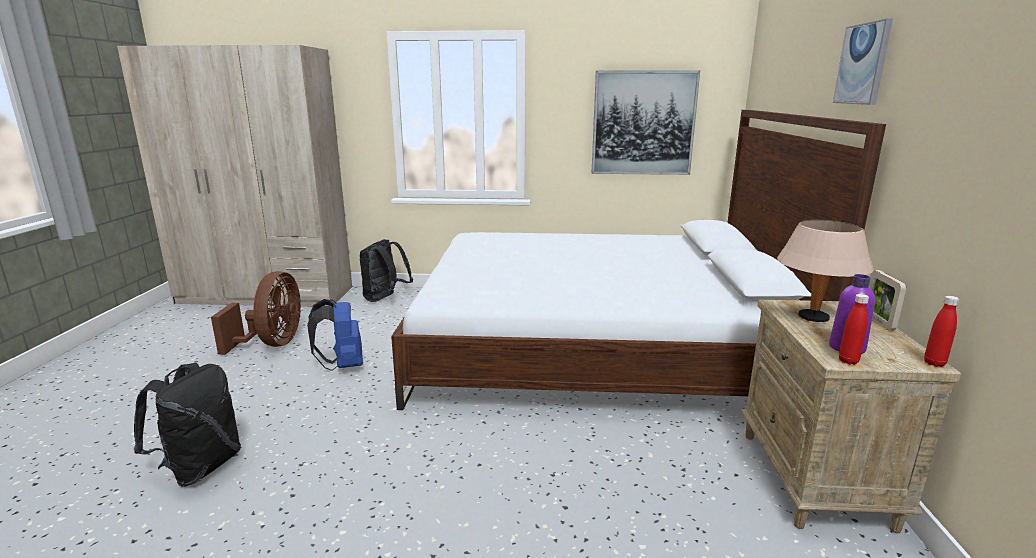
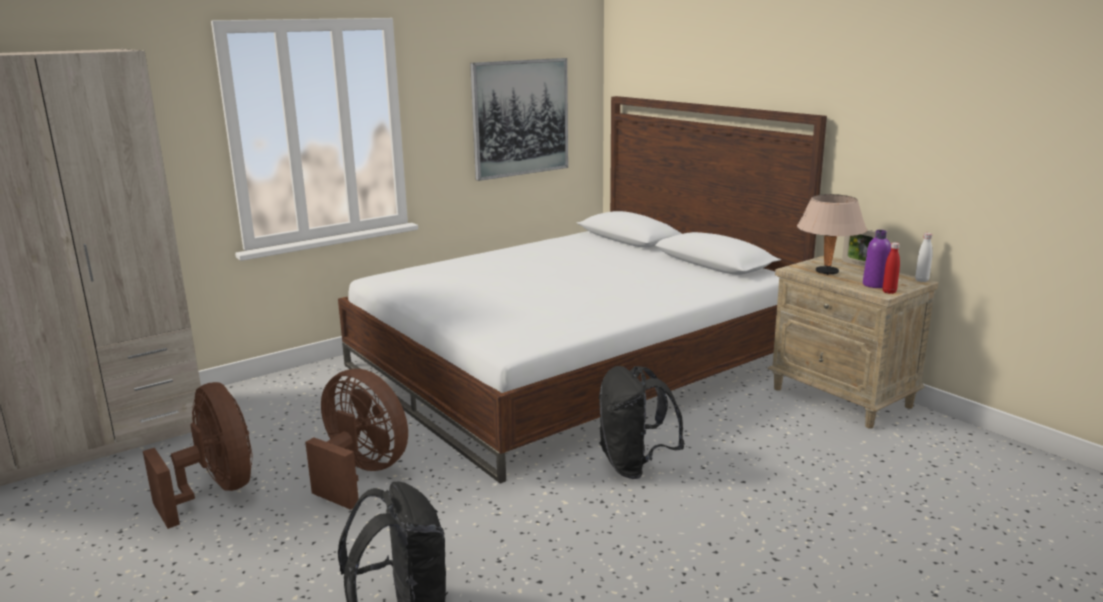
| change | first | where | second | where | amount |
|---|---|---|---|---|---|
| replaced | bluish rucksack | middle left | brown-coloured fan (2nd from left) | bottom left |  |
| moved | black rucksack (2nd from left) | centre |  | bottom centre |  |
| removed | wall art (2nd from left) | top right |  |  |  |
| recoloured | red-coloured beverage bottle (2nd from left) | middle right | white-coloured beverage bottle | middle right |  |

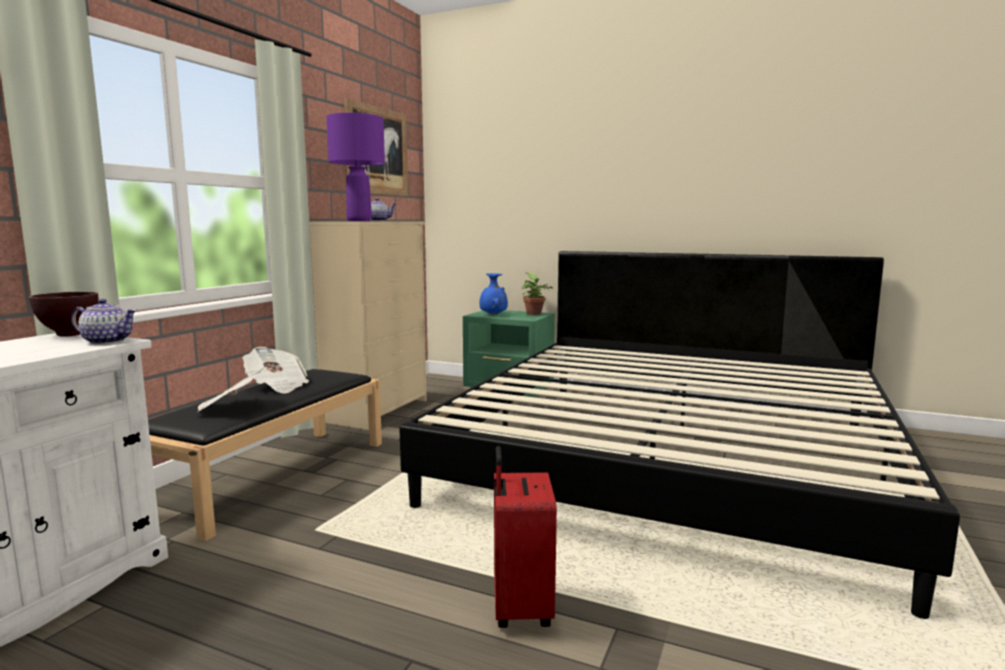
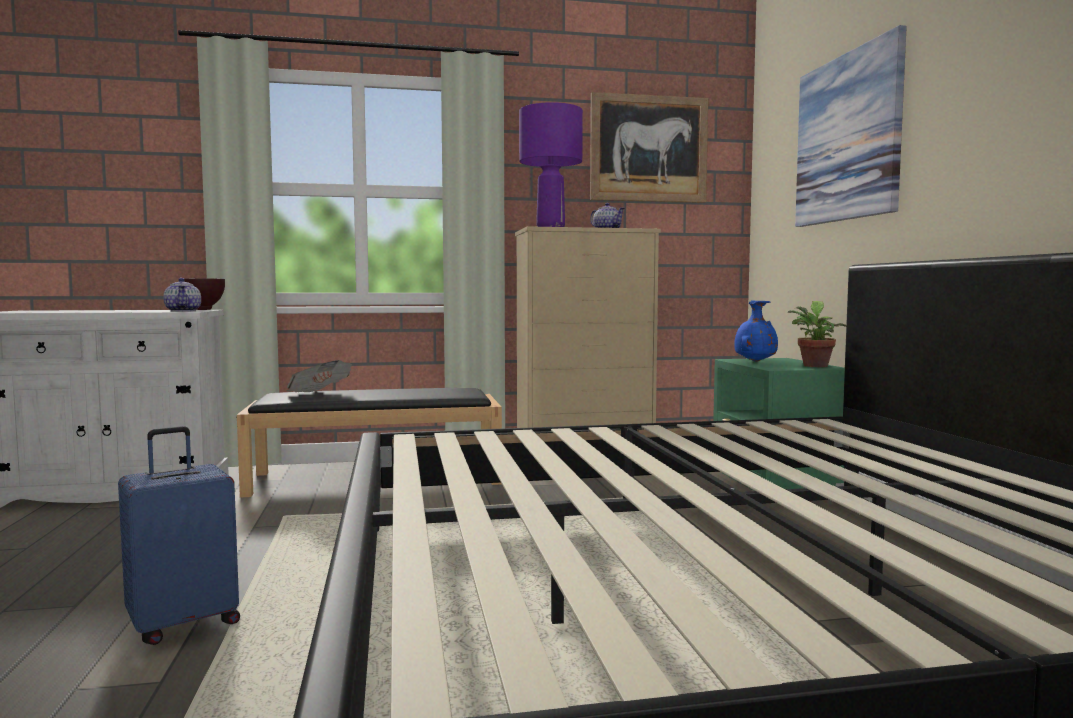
| change | first | where | second | where | amount |
|---|---|---|---|---|---|
| removed | printed paper (2nd from left) | middle left |  |  |  |
| recoloured | red-coloured suitcase | bottom centre | bluish suitcase | bottom left |  |
| added |  |  | wall art (2nd from left) | top right |  |

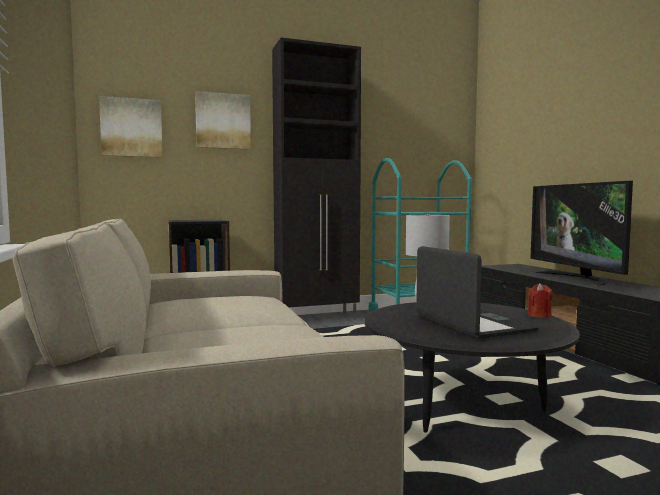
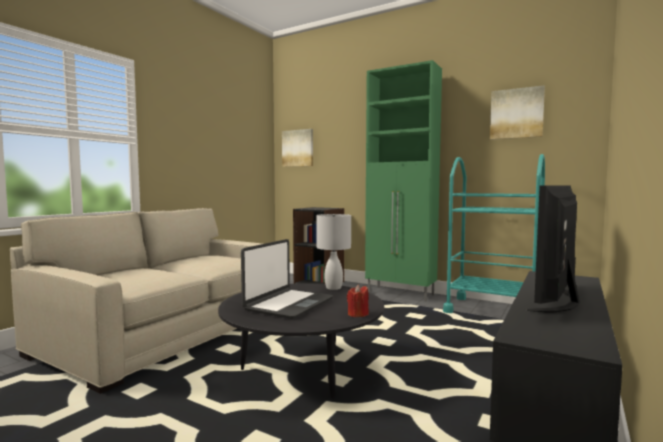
| change | first | where | second | where | amount |
|---|---|---|---|---|---|
| moved | wall art (2nd from left) | top centre |  | top right |  |
| recoloured | black cabinet | centre | green-coloured cabinet | centre |  |

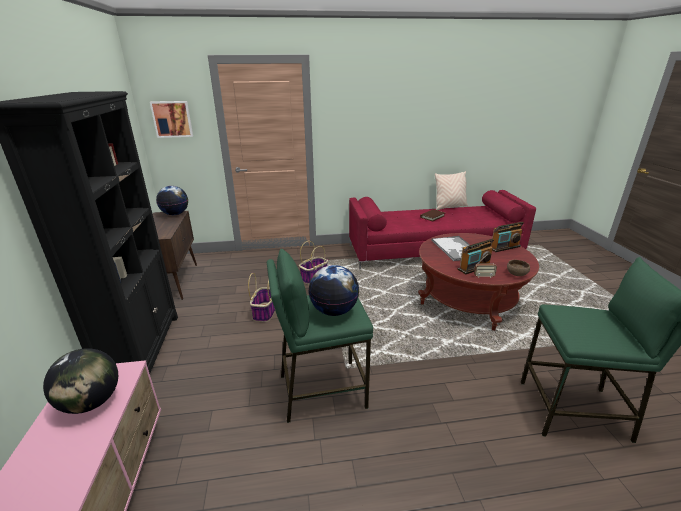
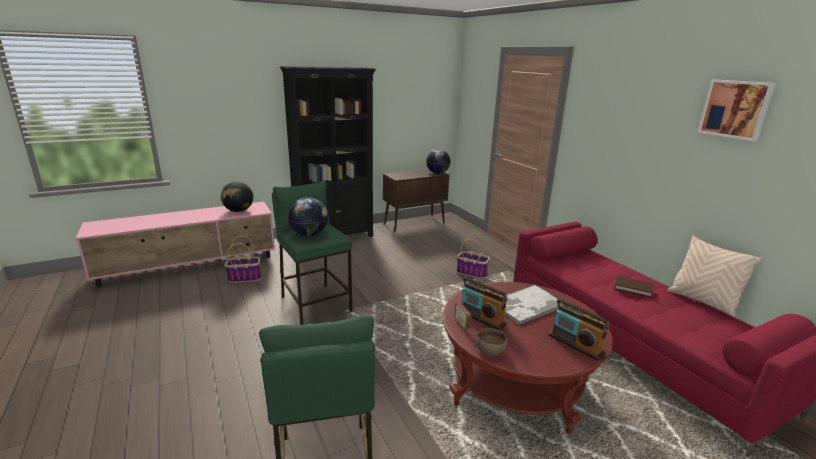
| change | first | where | second | where | amount |
|---|---|---|---|---|---|
| moved | wall art | top left |  | top right |  |
| moved | household basket (1st from left) | centre |  | middle left |  |

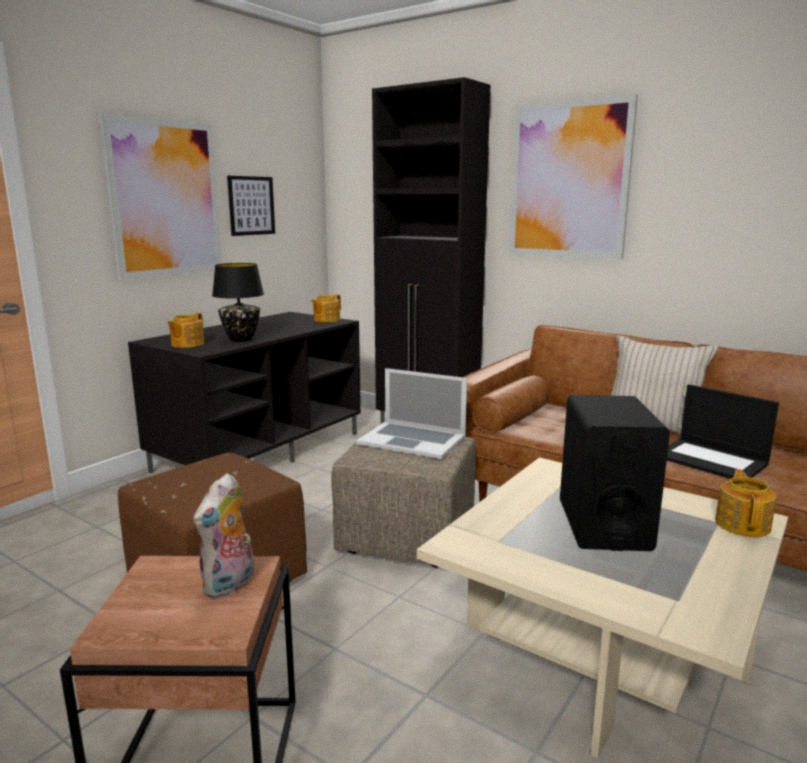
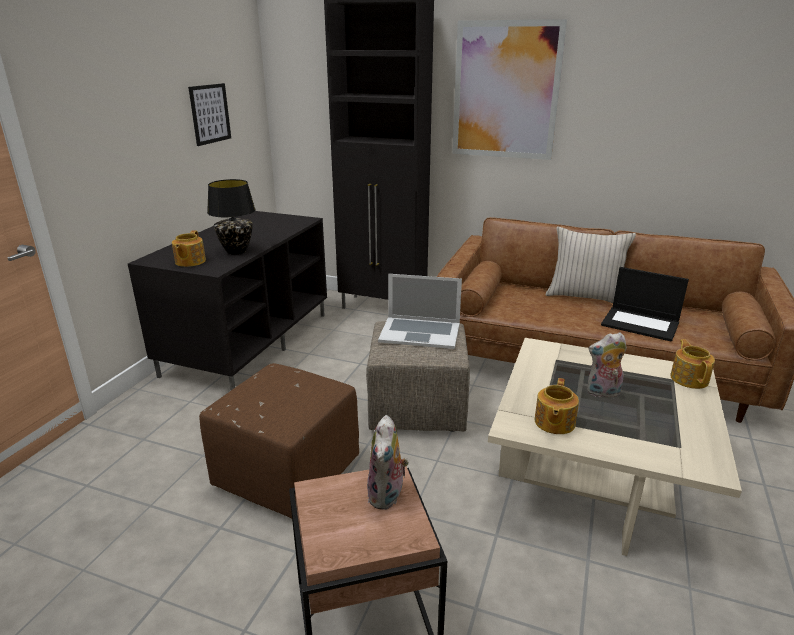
| change | first | where | second | where | amount |
|---|---|---|---|---|---|
| removed | wall art (1st from left) | top left |  |  |  |
| moved | tea pot (2nd from left) | centre |  | middle right |  |
| replaced | black loudspeaker | middle right | plush toy (2nd from left) | middle right |  |

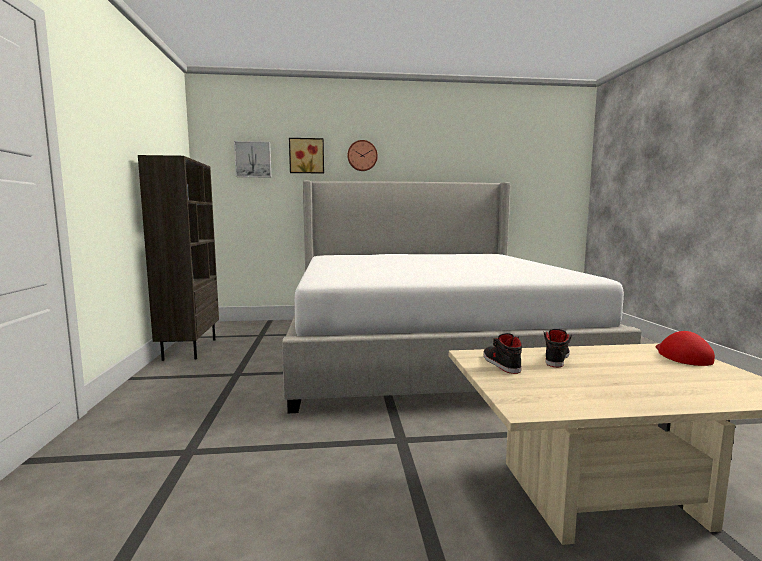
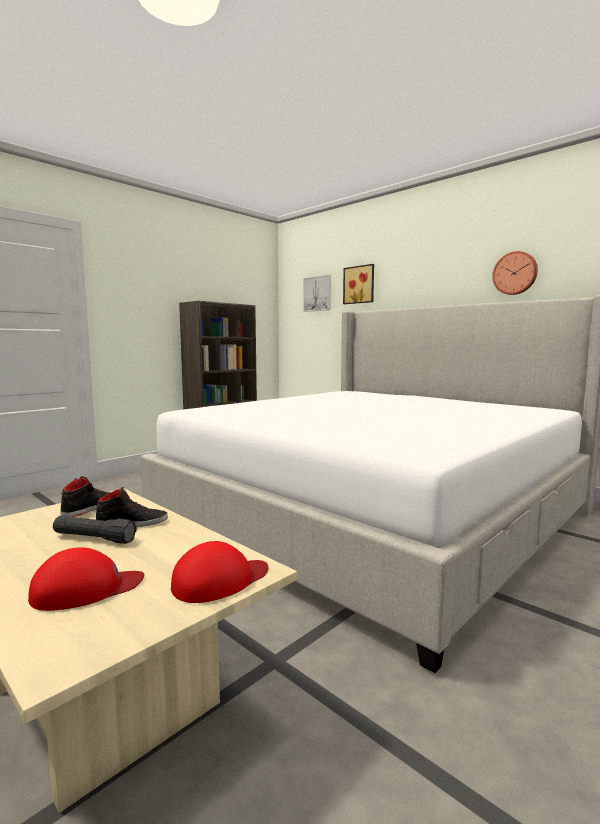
| change | first | where | second | where | amount |
|---|---|---|---|---|---|
| moved | wall clock | top centre |  | top right |  |
| added |  |  | red-coloured cap (1st from left) | bottom left |  |
| added |  |  | black hand torch | middle left |  |

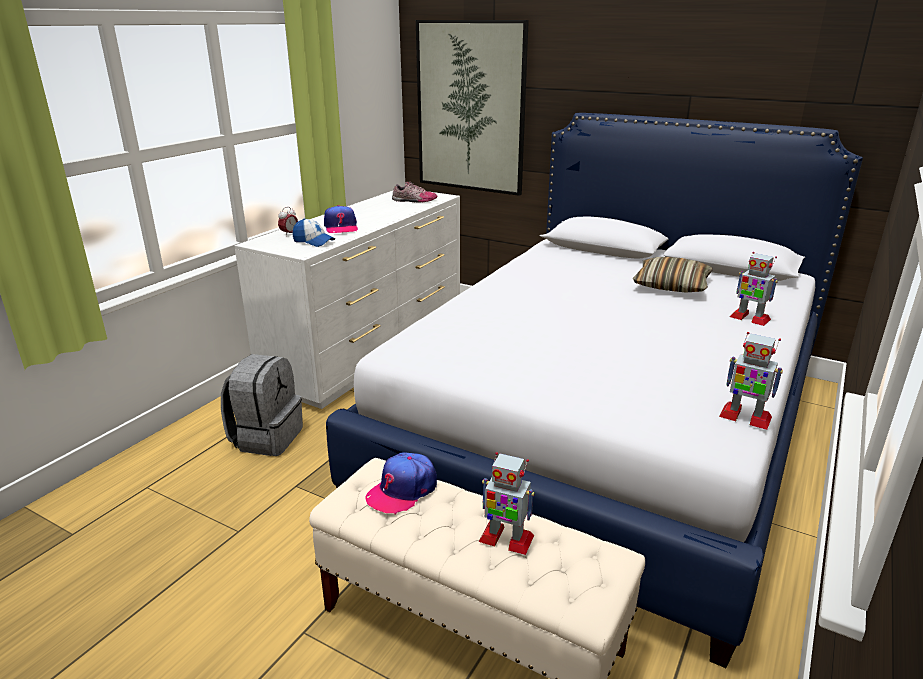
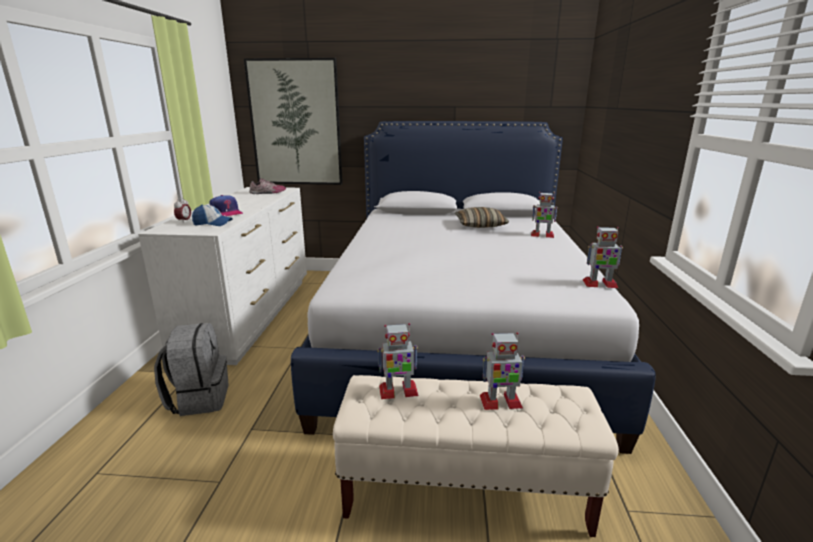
| change | first | where | second | where | amount |
|---|---|---|---|---|---|
| replaced | cap (3rd from left) | bottom centre | robot figure (1st from left) | centre |  |

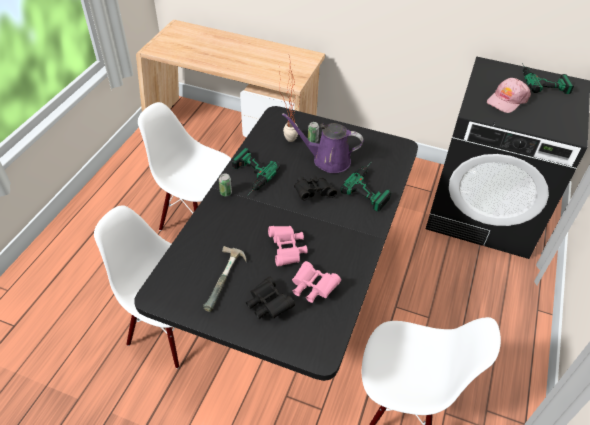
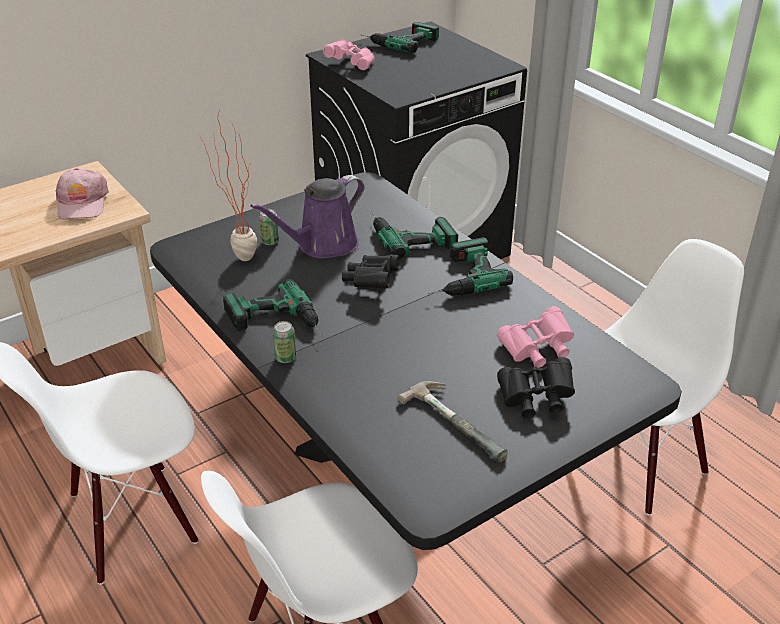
| change | first | where | second | where | amount |
|---|---|---|---|---|---|
| moved | pink field glasses (1st from left) | centre |  | top centre |  |
| moved | pink cap | top right |  | top left |  |
| added |  |  | drill (4th from left) | centre |  |

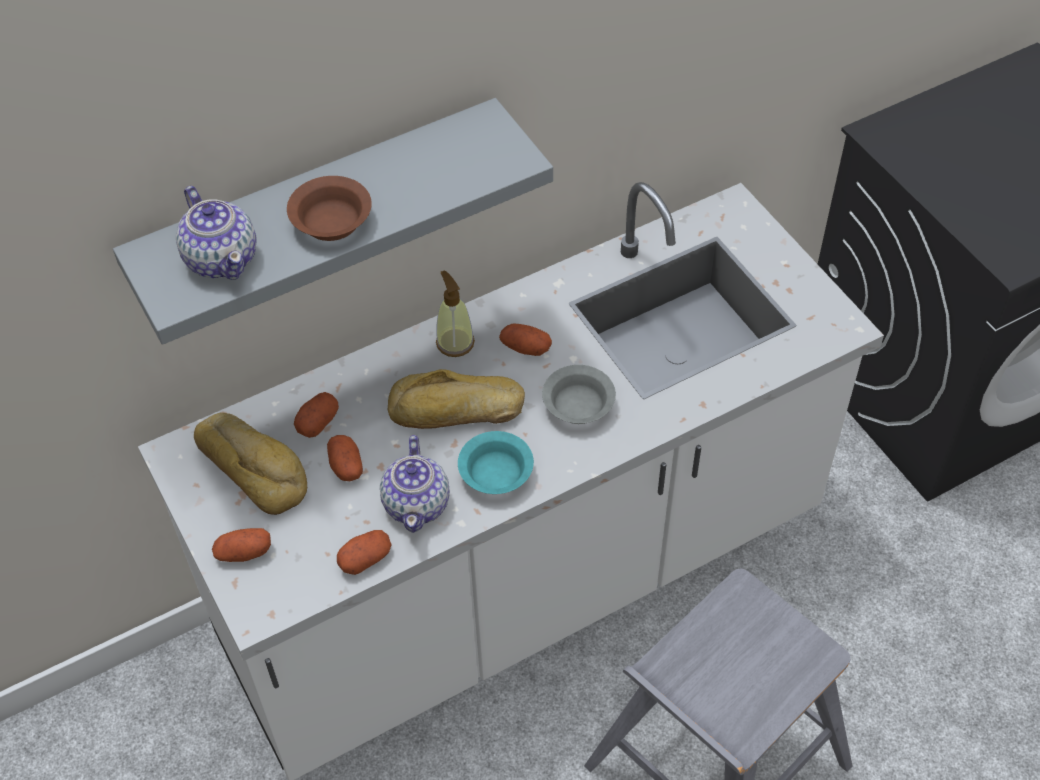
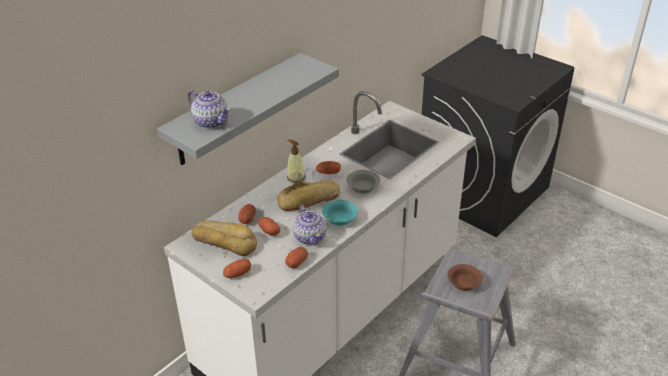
| change | first | where | second | where | amount |
|---|---|---|---|---|---|
| moved | brown-coloured deep dish | top left |  | bottom right |  |

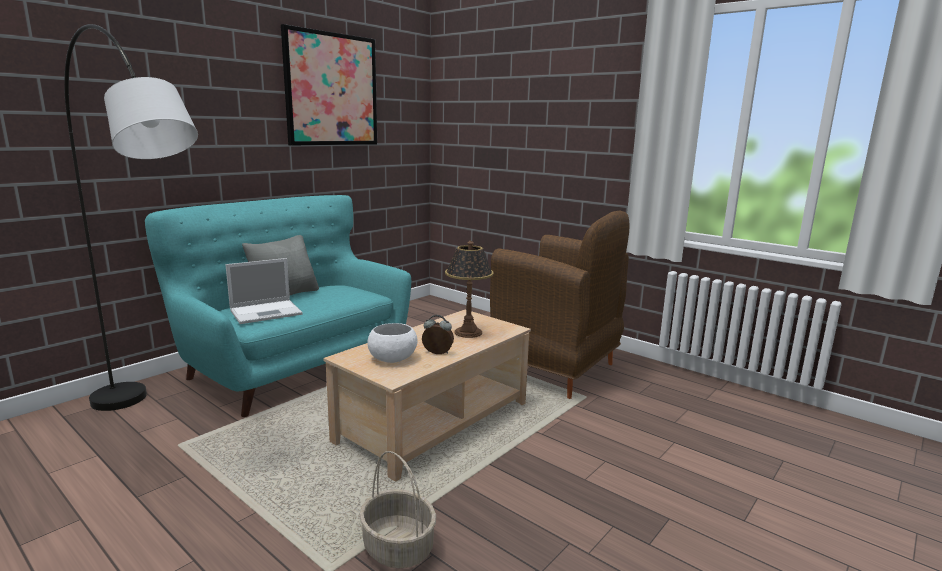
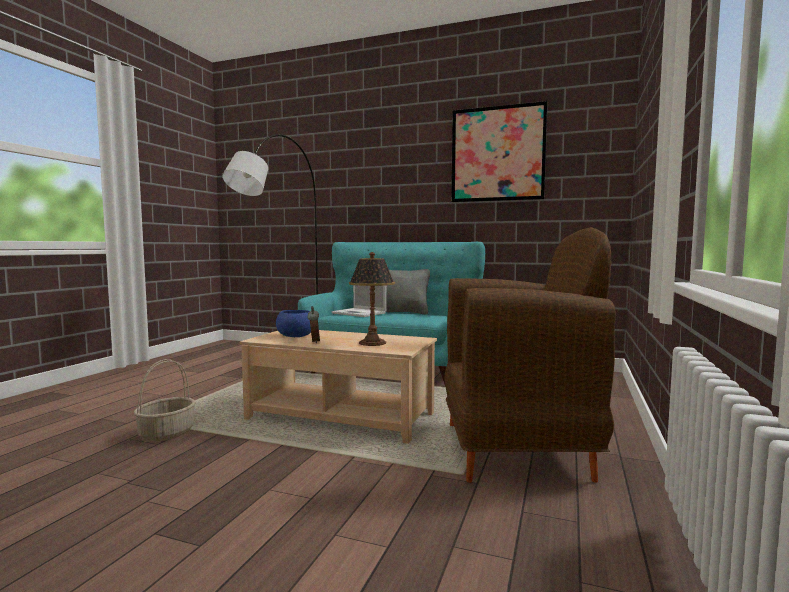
| change | first | where | second | where | amount |
|---|---|---|---|---|---|
| recoloured | white-coloured deep dish | centre | bluish deep dish | centre |  |
| turned | brown-coloured armchair | centre |  | middle right | 105 degrees counterclockwise |

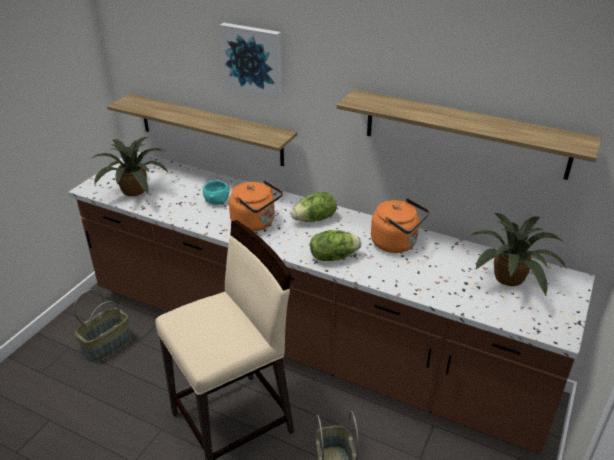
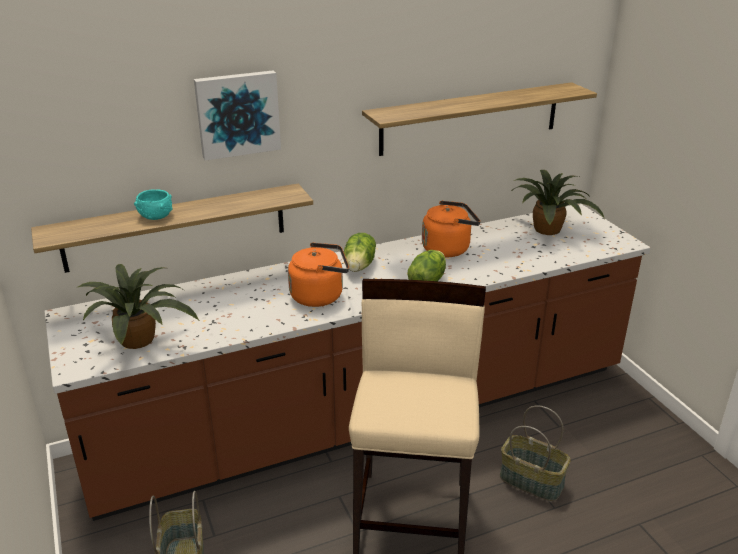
| change | first | where | second | where | amount |
|---|---|---|---|---|---|
| moved | turquoise deep dish | centre |  | middle left |  |

